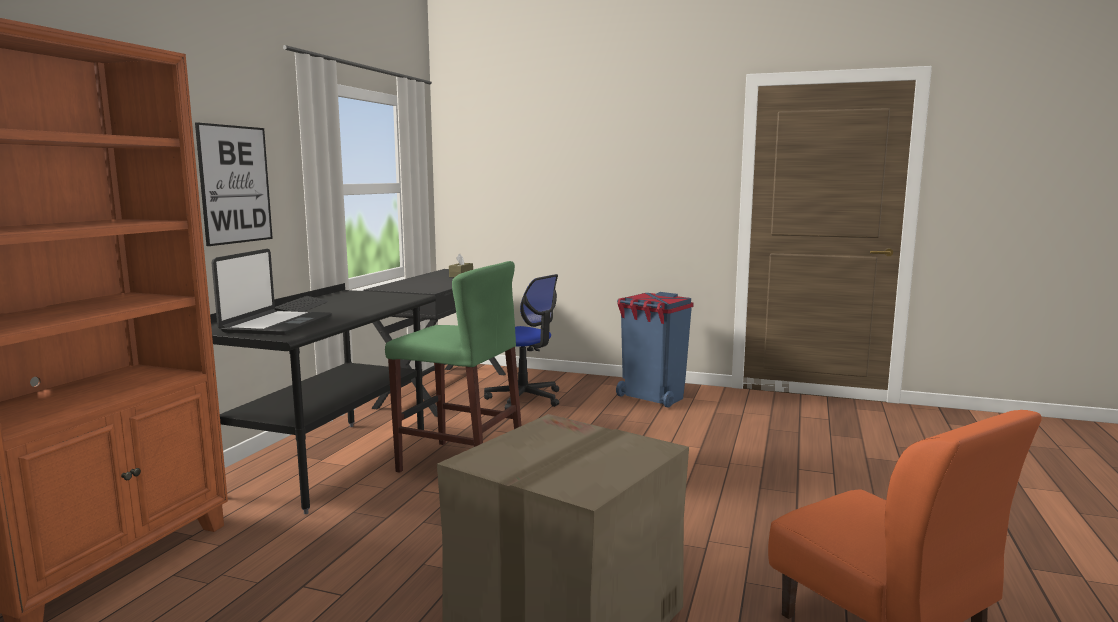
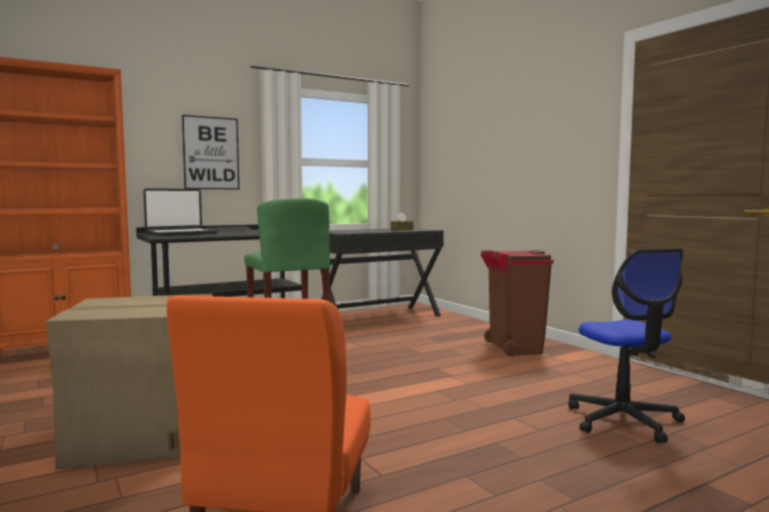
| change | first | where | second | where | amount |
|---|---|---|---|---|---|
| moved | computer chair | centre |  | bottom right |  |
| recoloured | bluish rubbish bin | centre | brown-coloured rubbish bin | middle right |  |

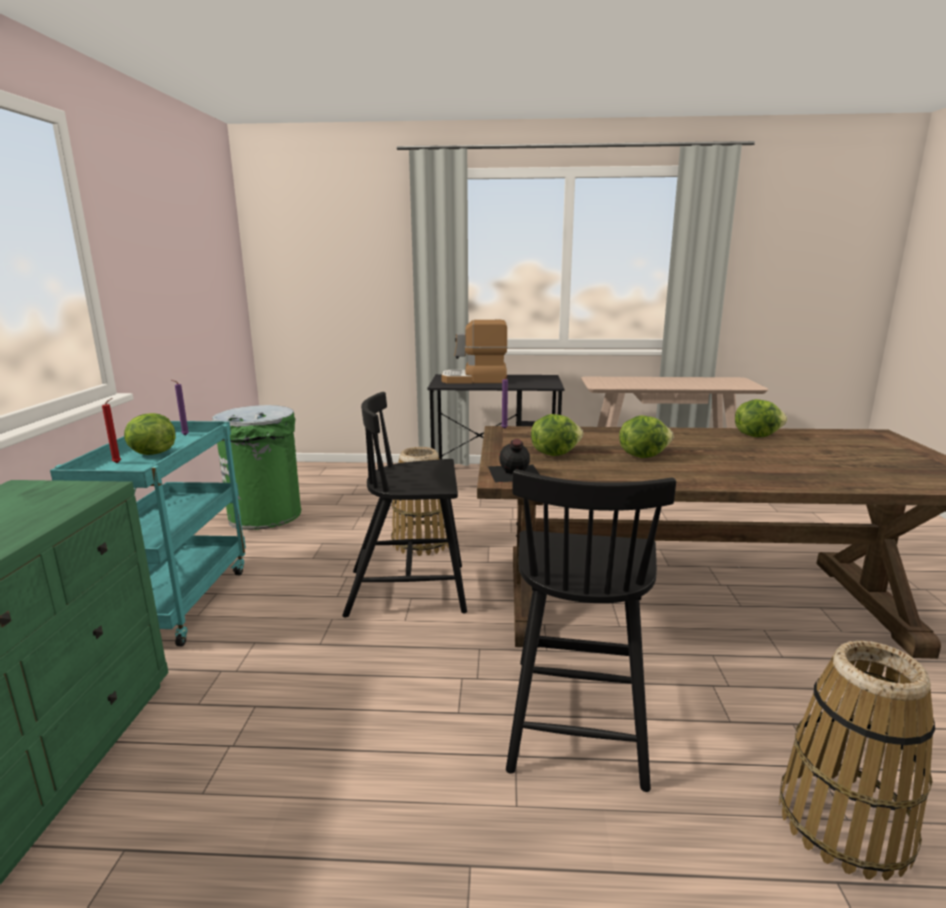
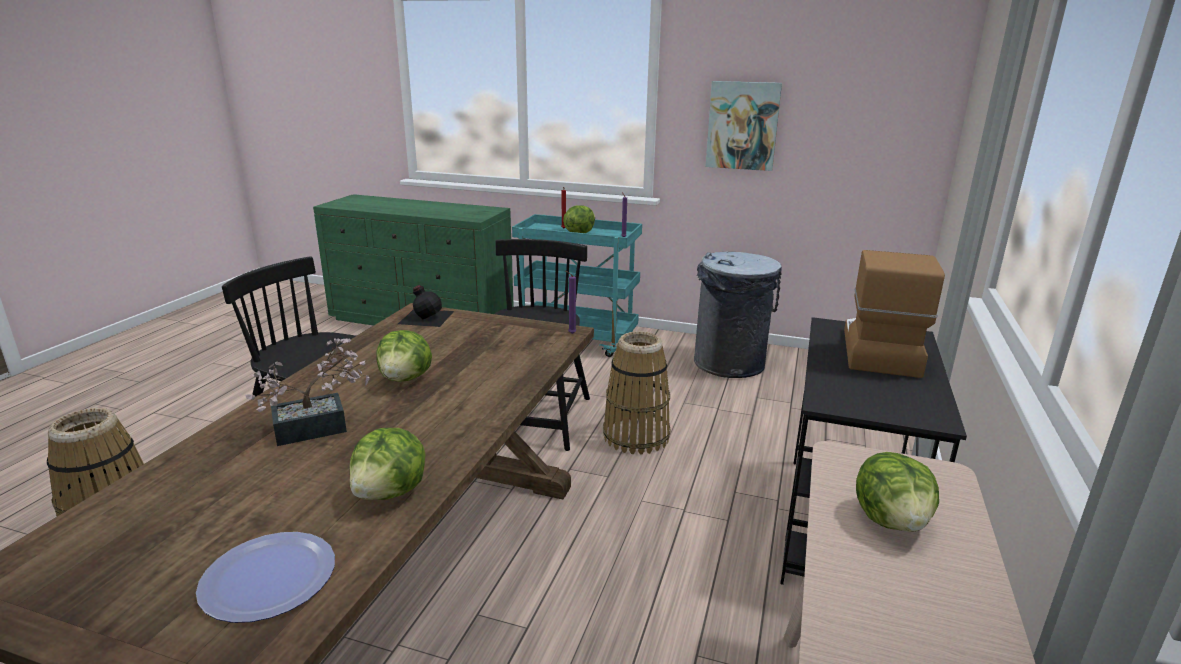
| change | first | where | second | where | amount |
|---|---|---|---|---|---|
| recoloured | green-coloured rubbish bin | middle left | grey rubbish bin | centre |  |
| moved | lettuce head (2nd from left in the first image) | centre | lettuce head (4th from left) | bottom right |  |
| added |  |  | flat dish | bottom left |  |
| added |  |  | potted plant | middle left |  |
| added |  |  | wall art | top centre |  |

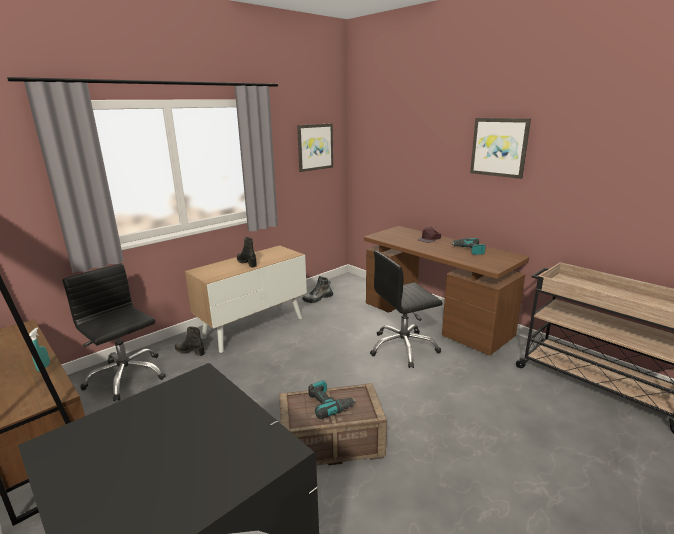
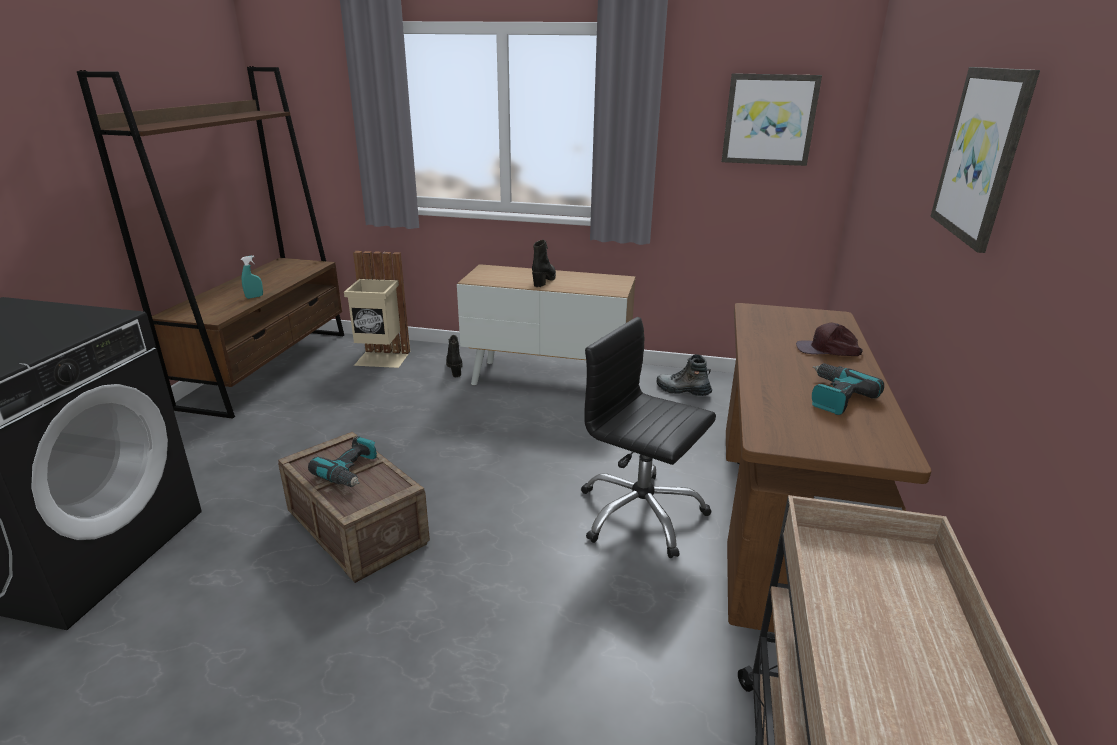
| change | first | where | second | where | amount |
|---|---|---|---|---|---|
| replaced | black computer chair (1st from left) | middle left | beige rubbish bin | centre |  |

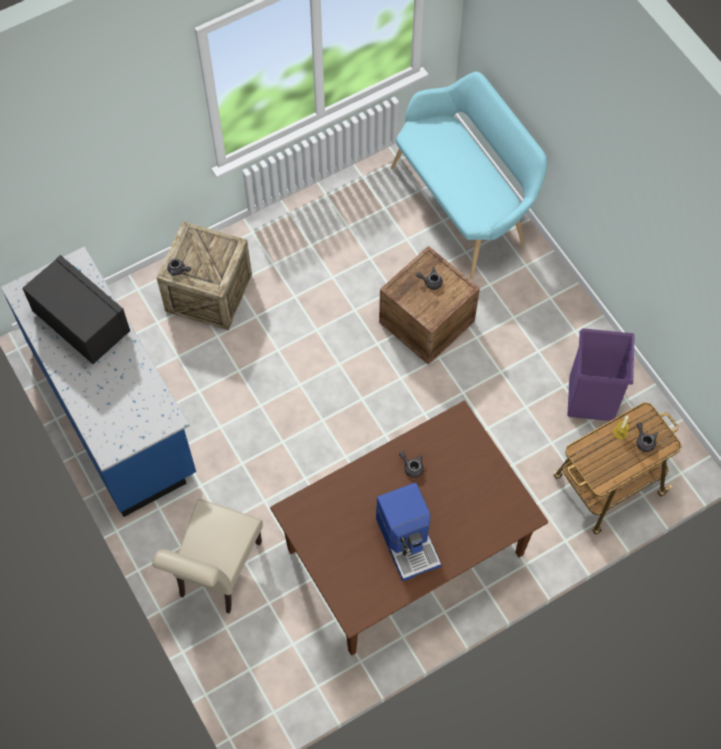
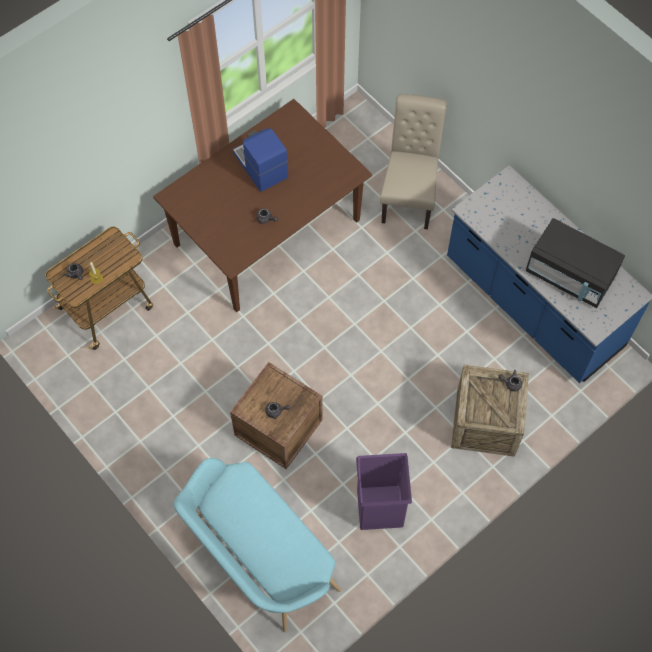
| change | first | where | second | where | amount |
|---|---|---|---|---|---|
| moved | purple rubbish bin | middle right |  | bottom centre |  |

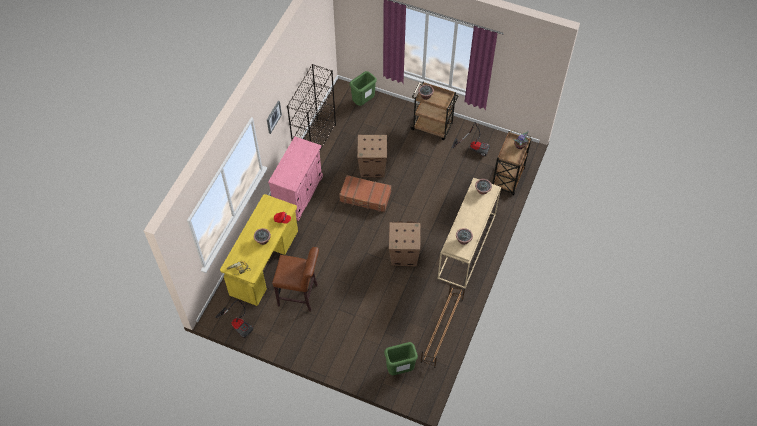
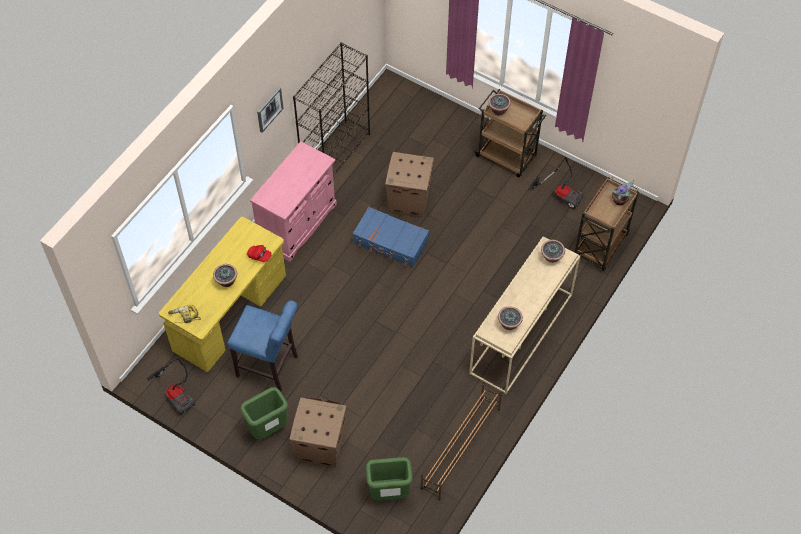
| change | first | where | second | where | amount |
|---|---|---|---|---|---|
| recoloured | brown-coloured stool | centre | bluish stool | middle left |  |
| recoloured | brown-coloured suitcase | centre | bluish suitcase | centre |  |
| moved | green-coloured rubbish bin (1st from left) | top centre |  | bottom left |  |
| moved | carton (2nd from left in the first image) | centre | carton (1st from left) | bottom centre |  |

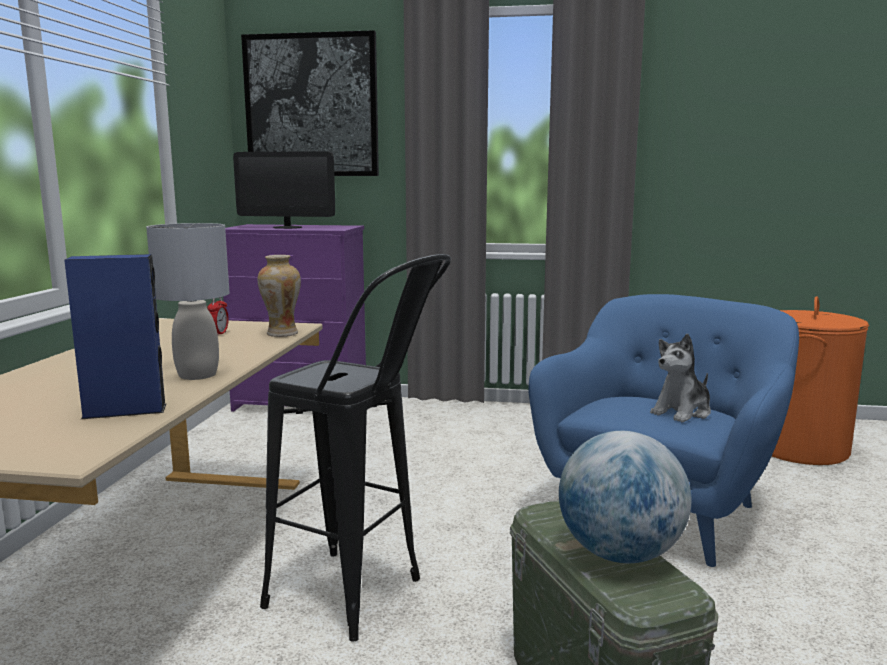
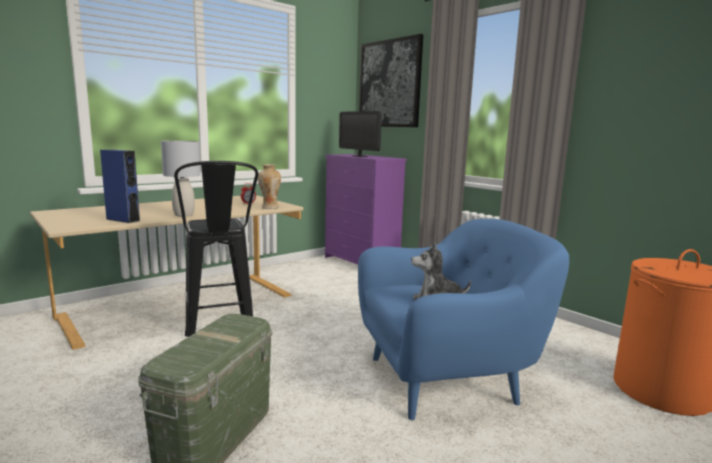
| change | first | where | second | where | amount |
|---|---|---|---|---|---|
| removed | desk globe | bottom right |  |  |  |

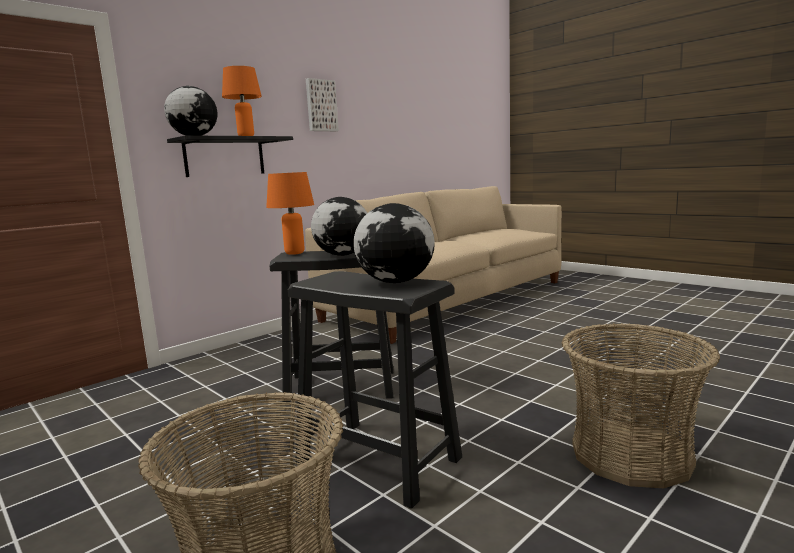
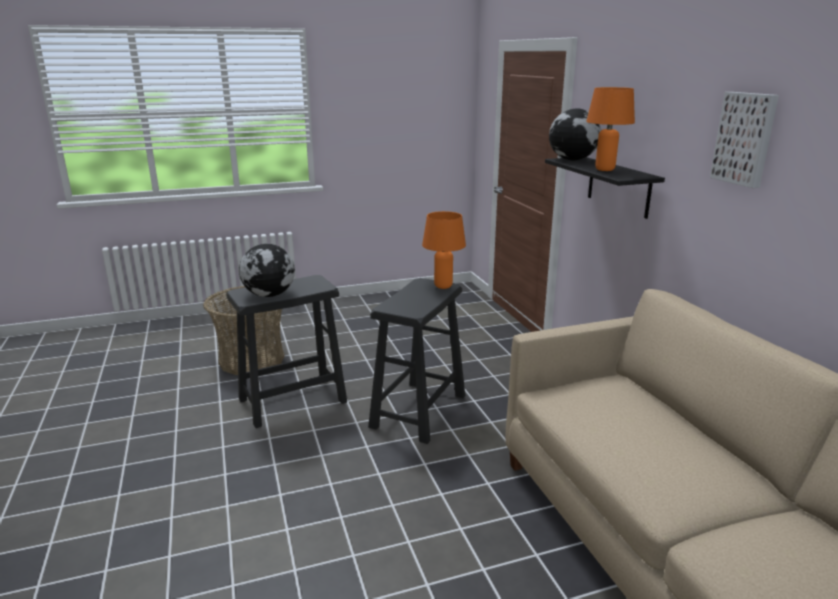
| change | first | where | second | where | amount |
|---|---|---|---|---|---|
| removed | desk globe (2nd from left) | centre |  |  |  |
| removed | household basket (2nd from left) | bottom right |  |  |  |

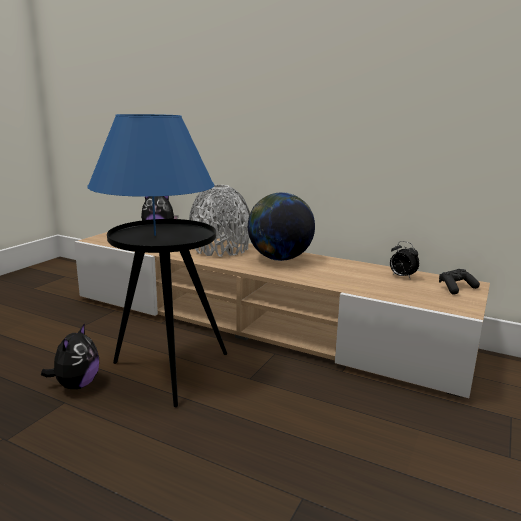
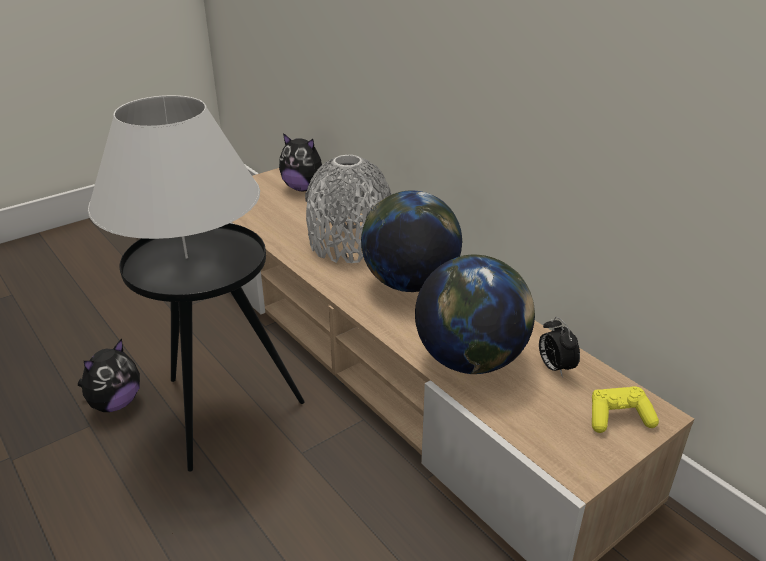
| change | first | where | second | where | amount |
|---|---|---|---|---|---|
| recoloured | bluish tabletop lamp | middle left | white-coloured tabletop lamp | top left |  |
| recoloured | black gamepad | middle right | yellow-coloured gamepad | bottom right |  |
| added |  |  | desk globe (2nd from left) | centre |  |

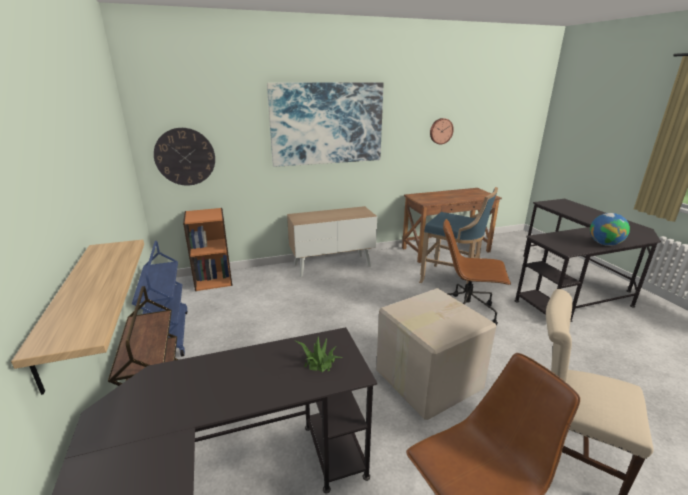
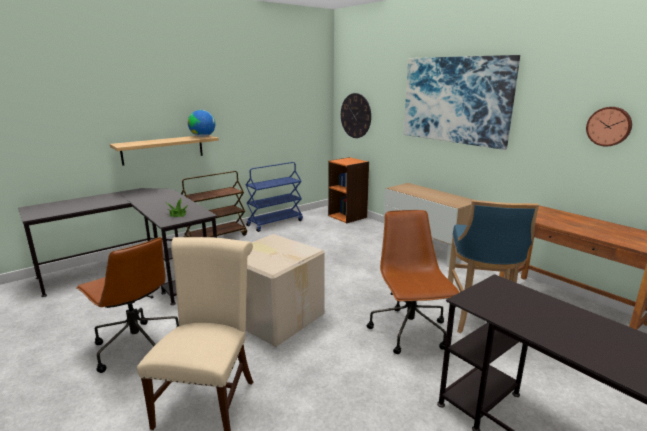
| change | first | where | second | where | amount |
|---|---|---|---|---|---|
| moved | desk globe | middle right |  | top left |  |

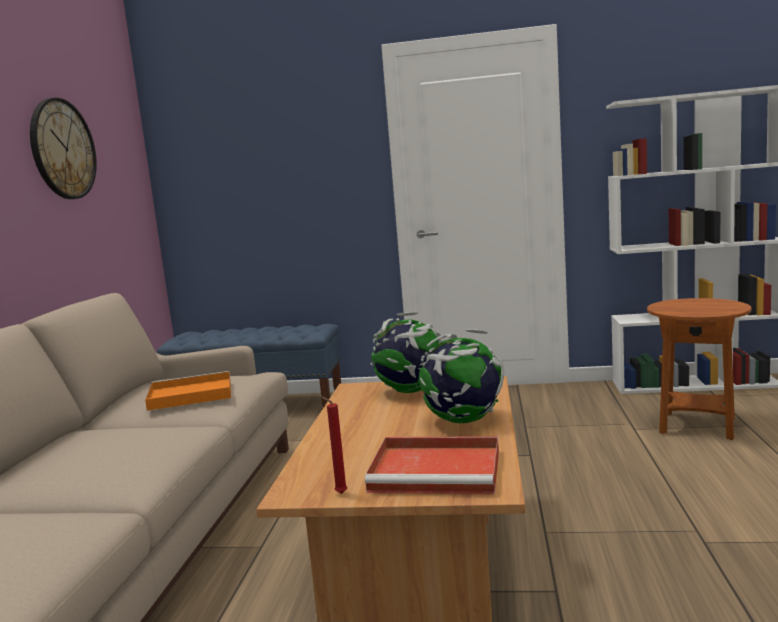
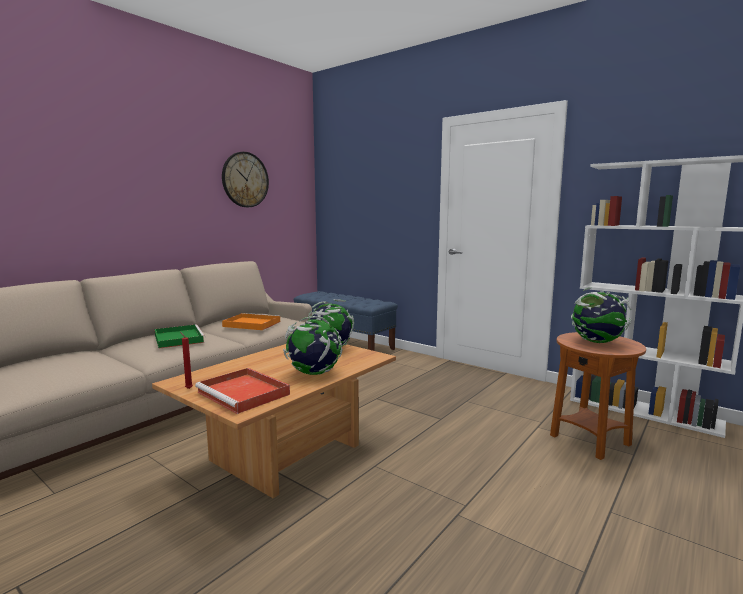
| change | first | where | second | where | amount |
|---|---|---|---|---|---|
| added |  |  | green-coloured serving tray | middle left |  |
| added |  |  | desk globe (3rd from left) | middle right |  |

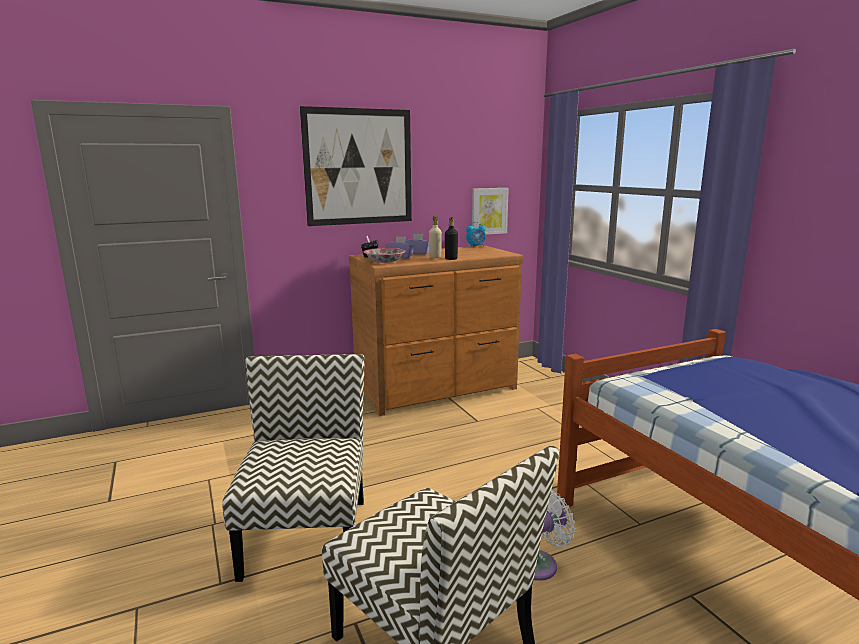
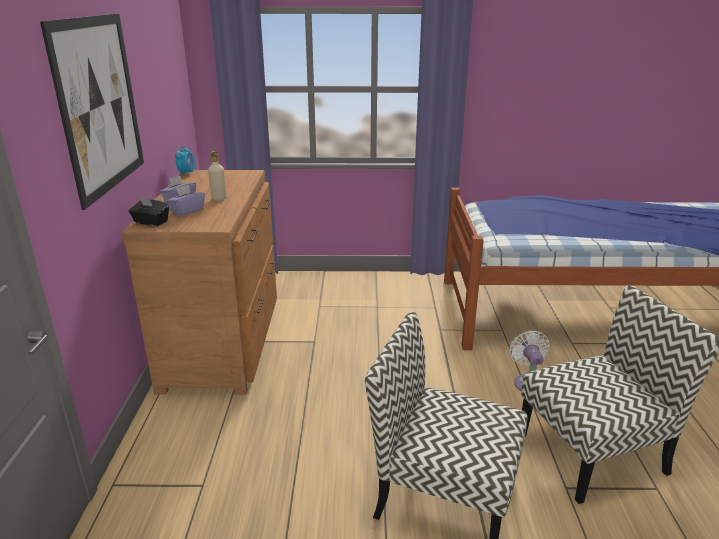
| change | first | where | second | where | amount |
|---|---|---|---|---|---|
| removed | deep dish | centre |  |  |  |
| removed | black beverage bottle | centre |  |  |  |
| removed | wall art (2nd from left) | top centre |  |  |  |

